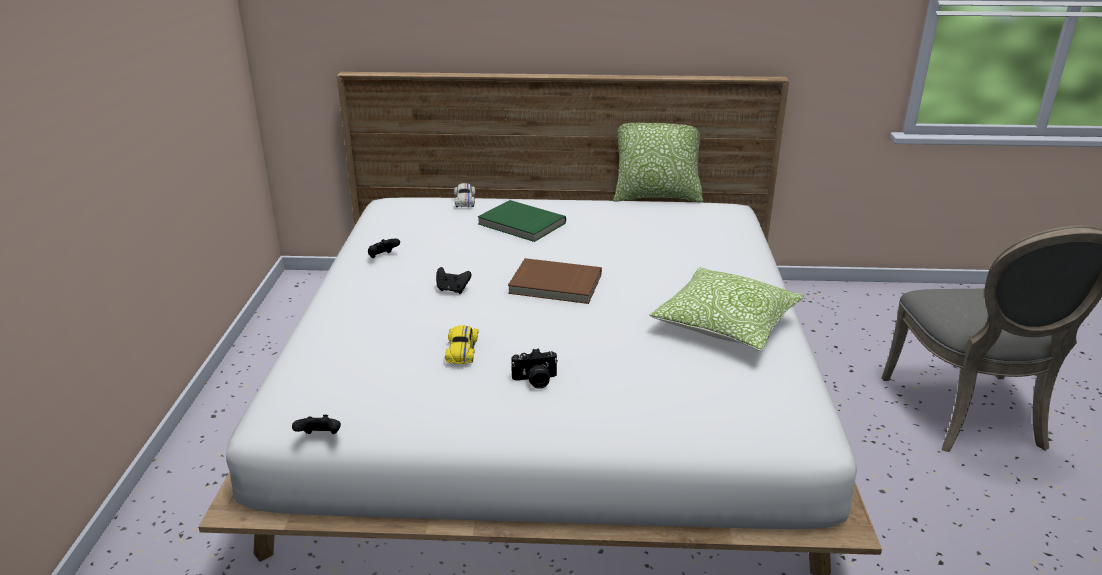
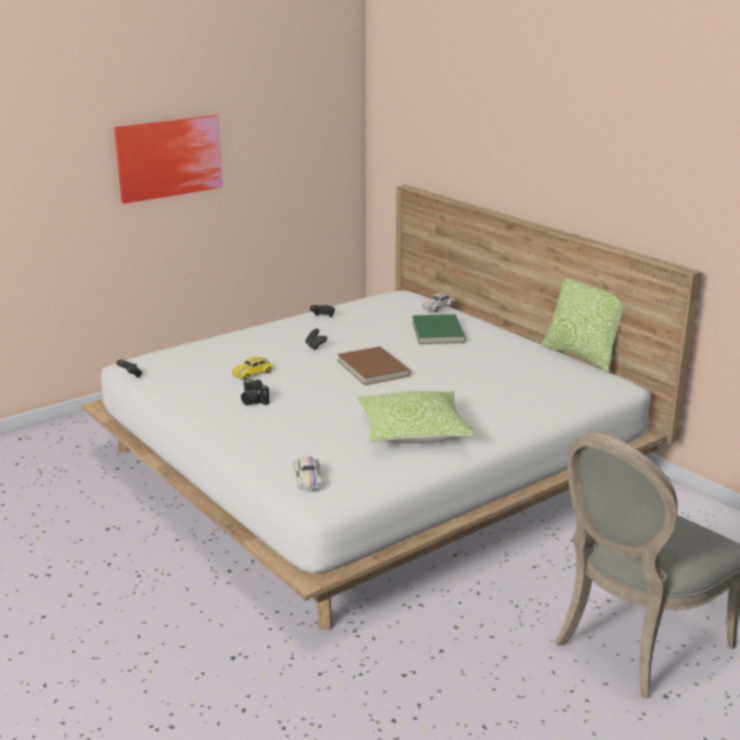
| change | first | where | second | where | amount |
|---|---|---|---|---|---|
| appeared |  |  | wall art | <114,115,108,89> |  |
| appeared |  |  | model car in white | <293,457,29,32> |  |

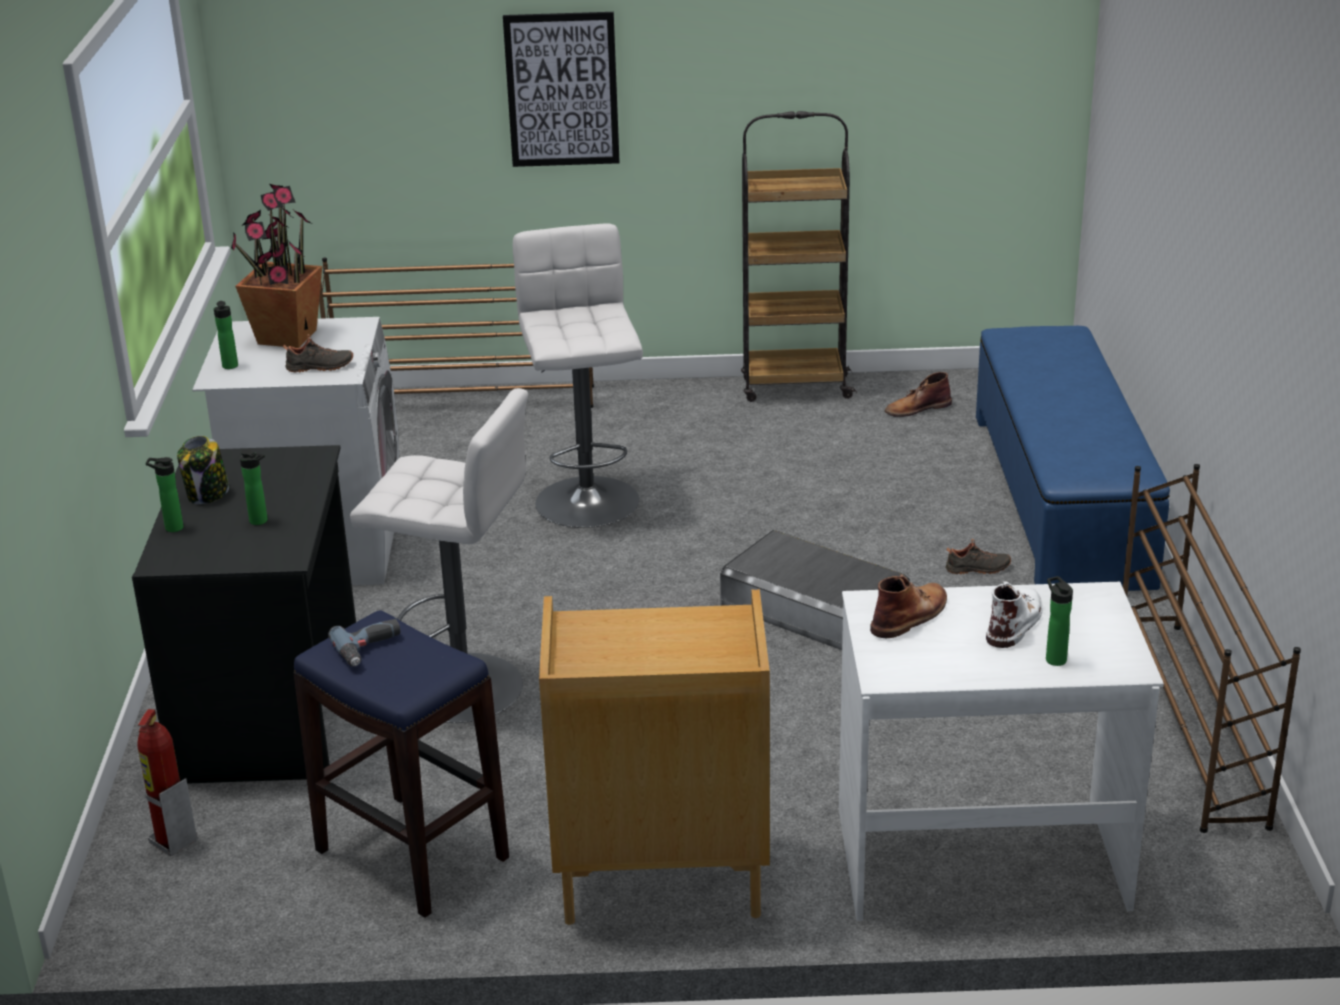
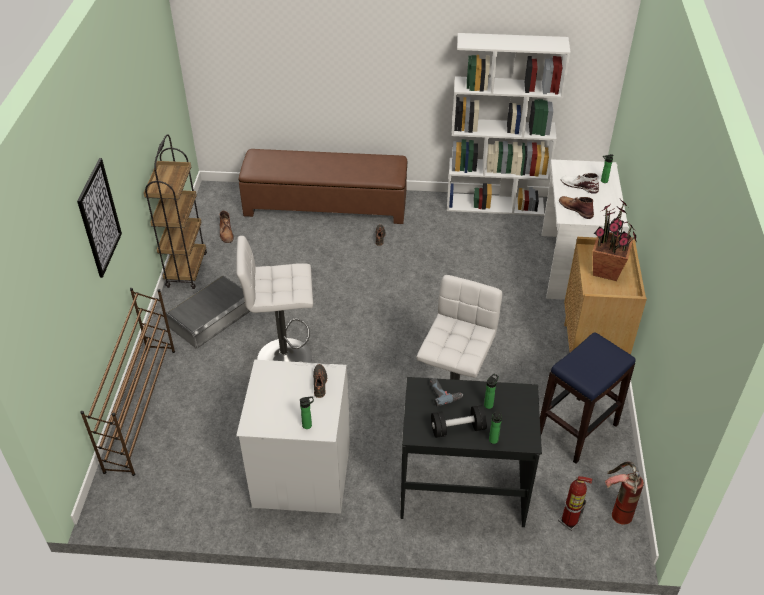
| change | first | where | second | where | amount |
|---|---|---|---|---|---|
| appeared |  |  | extinguisher | <605,461,39,64> |  |
| relocated | plant in a pot | <231,184,91,164> |  | <593,199,44,82> |  |
| relocated | drill | <328,619,73,48> |  | <430,378,33,28> |  |
| relocated | storage box in greyish | <720,530,190,120> |  | <166,276,84,72> |  |
| exchanged | preserve jar | <177,436,52,68> | free weight in black | <431,405,56,33> |  |
| exchanged | shoe stand in brownish | <1123,464,178,369> | bookcase in white | <447,33,124,183> |  |
| colour | bench in bluish | <976,326,194,265> | bench in brownish | <239,149,169,75> |  |

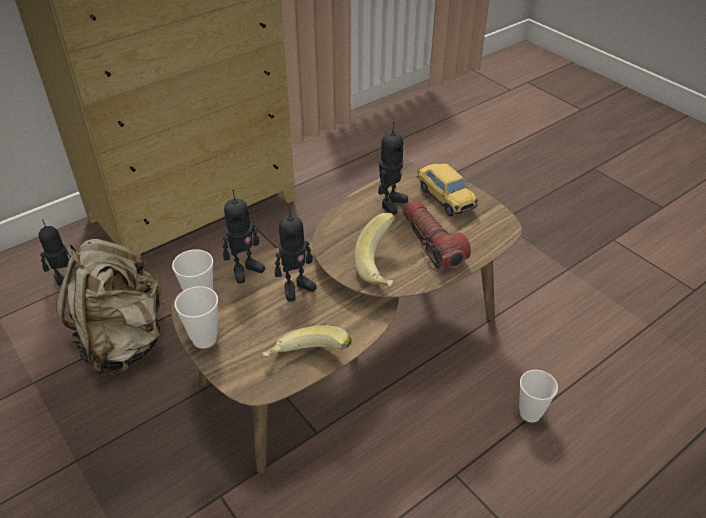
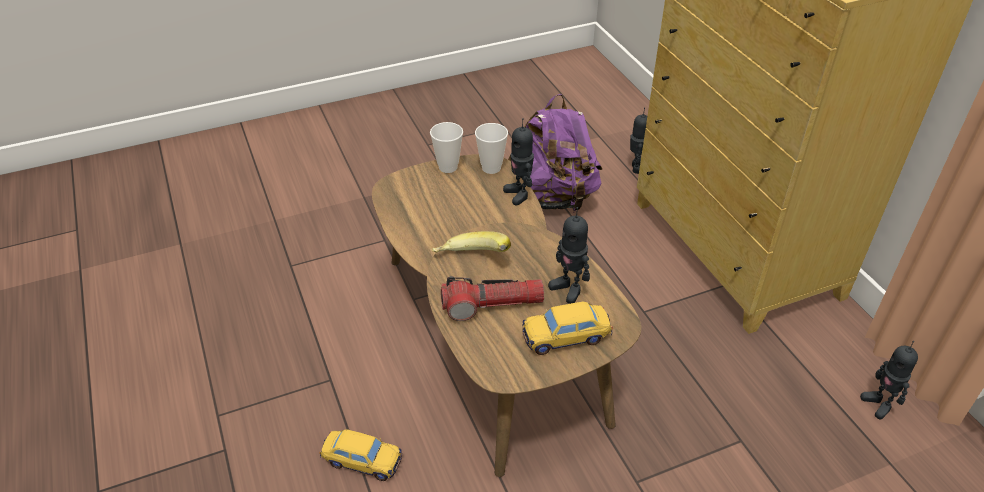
| change | first | where | second | where | amount |
|---|---|---|---|---|---|
| missing | whole banana | <262,325,90,33> |  |  |  |
| relocated | robot figure | <275,206,42,95> |  | <860,341,58,79> |  |
| exchanged | small cup | <519,370,39,53> | model car | <319,430,83,51> |  |
| colour | backpack in beige | <56,239,111,138> | backpack in purplish | <508,94,94,119> |  |

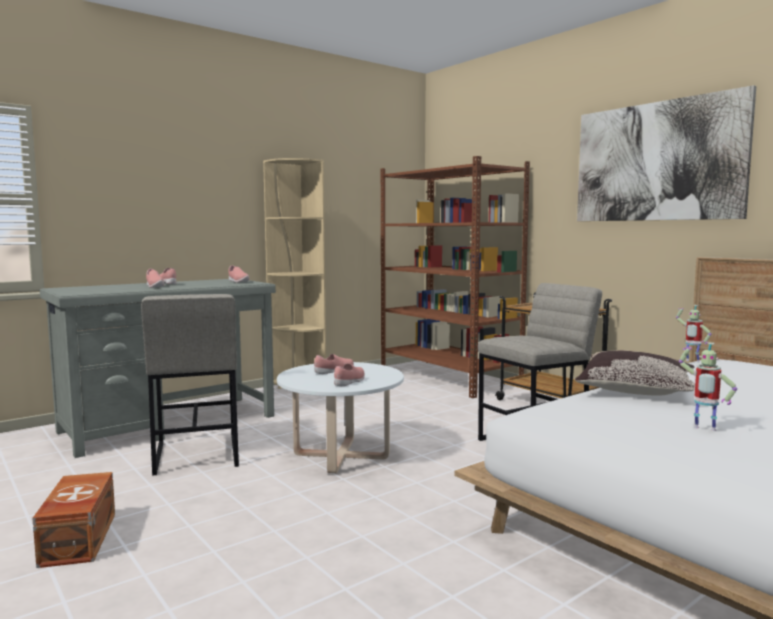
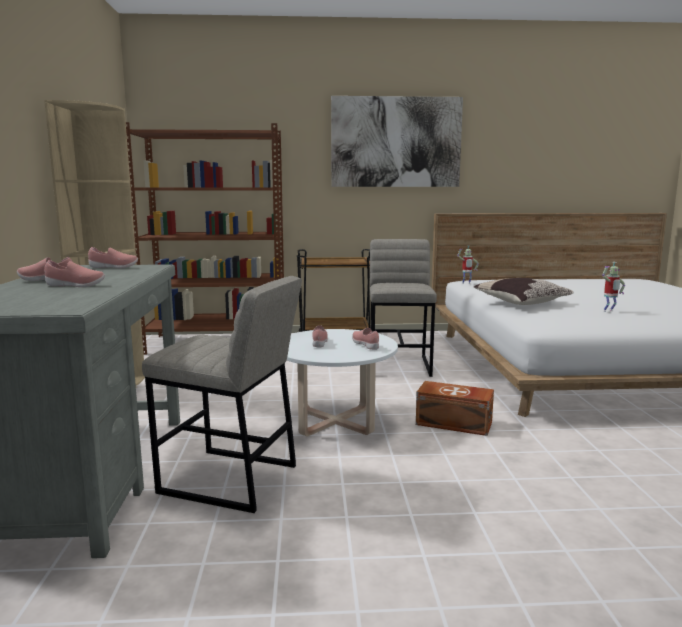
| change | first | where | second | where | amount |
|---|---|---|---|---|---|
| relocated | storage box in brownish | <32,472,83,96> |  | <416,381,78,55> |  |

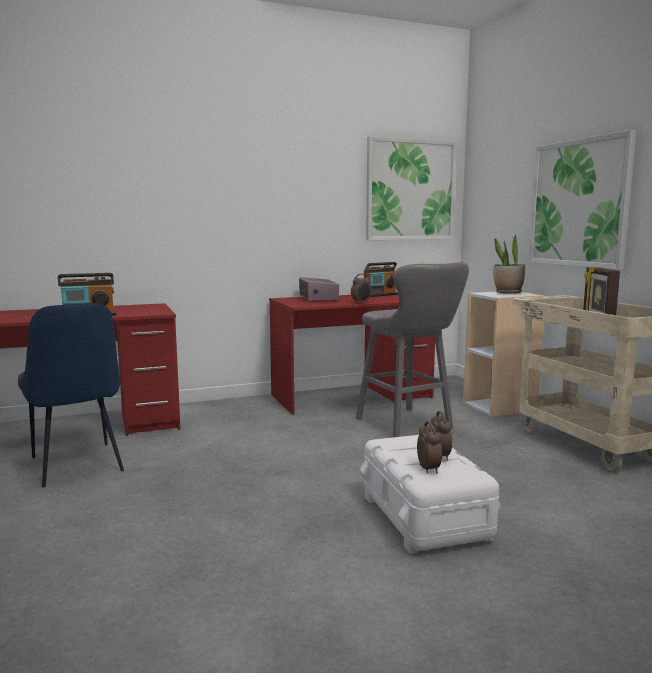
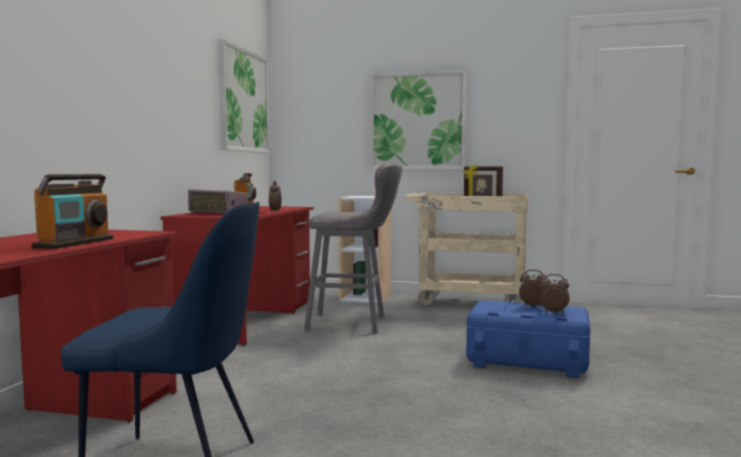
| change | first | where | second | where | amount |
|---|---|---|---|---|---|
| missing | plant in a pot | <493,235,32,58> |  |  |  |
| colour | storage box in white | <360,435,141,119> | storage box in bluish | <466,300,124,78> |  |

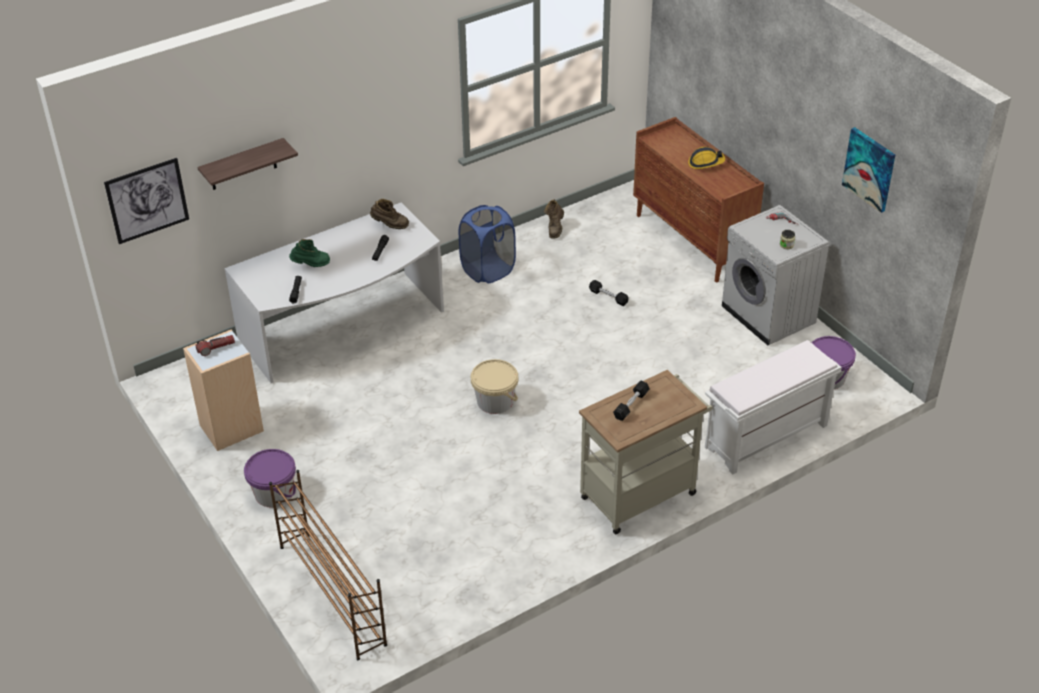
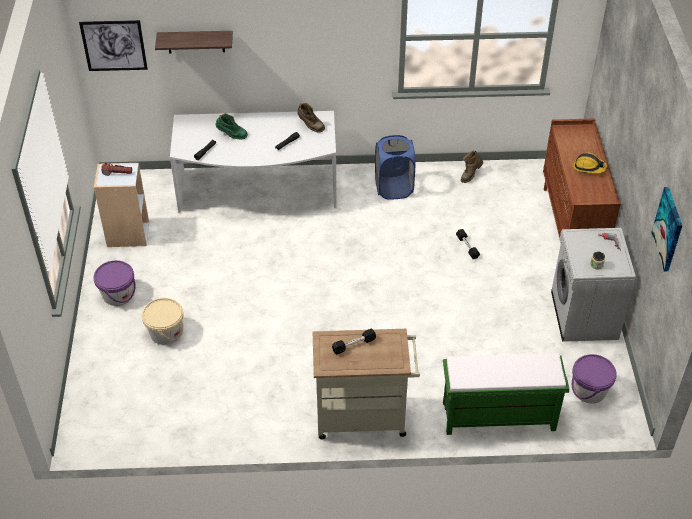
| change | first | where | second | where | amount |
|---|---|---|---|---|---|
| missing | shoe stand in brownish | <269,470,118,190> |  |  |  |
| relocated | water bucket in beige | <471,359,47,55> |  | <142,298,42,47> |  |
| colour | bench in white | <705,340,137,135> | bench in green | <443,353,126,82> |  |

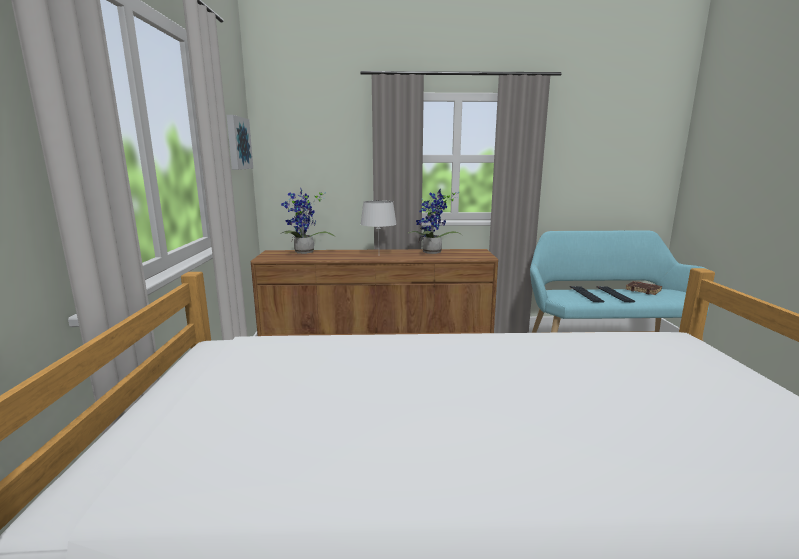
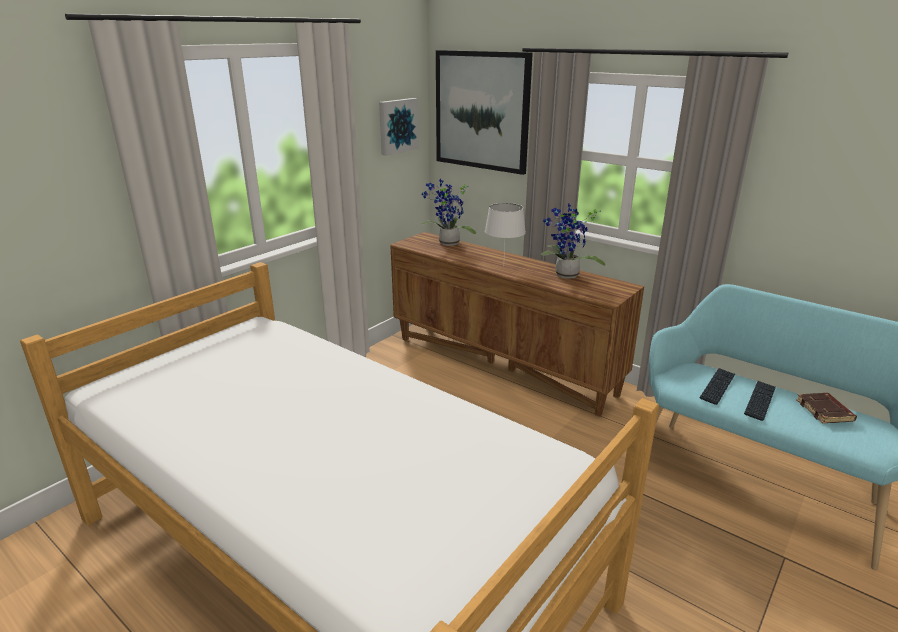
| change | first | where | second | where | amount |
|---|---|---|---|---|---|
| appeared |  |  | wall art | <436,50,97,125> |  |

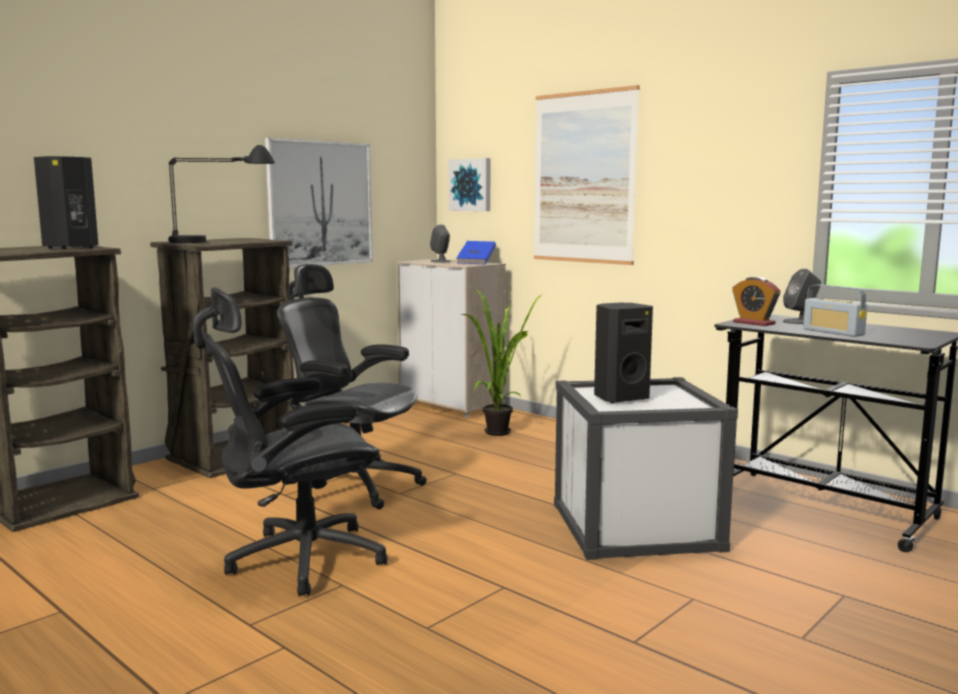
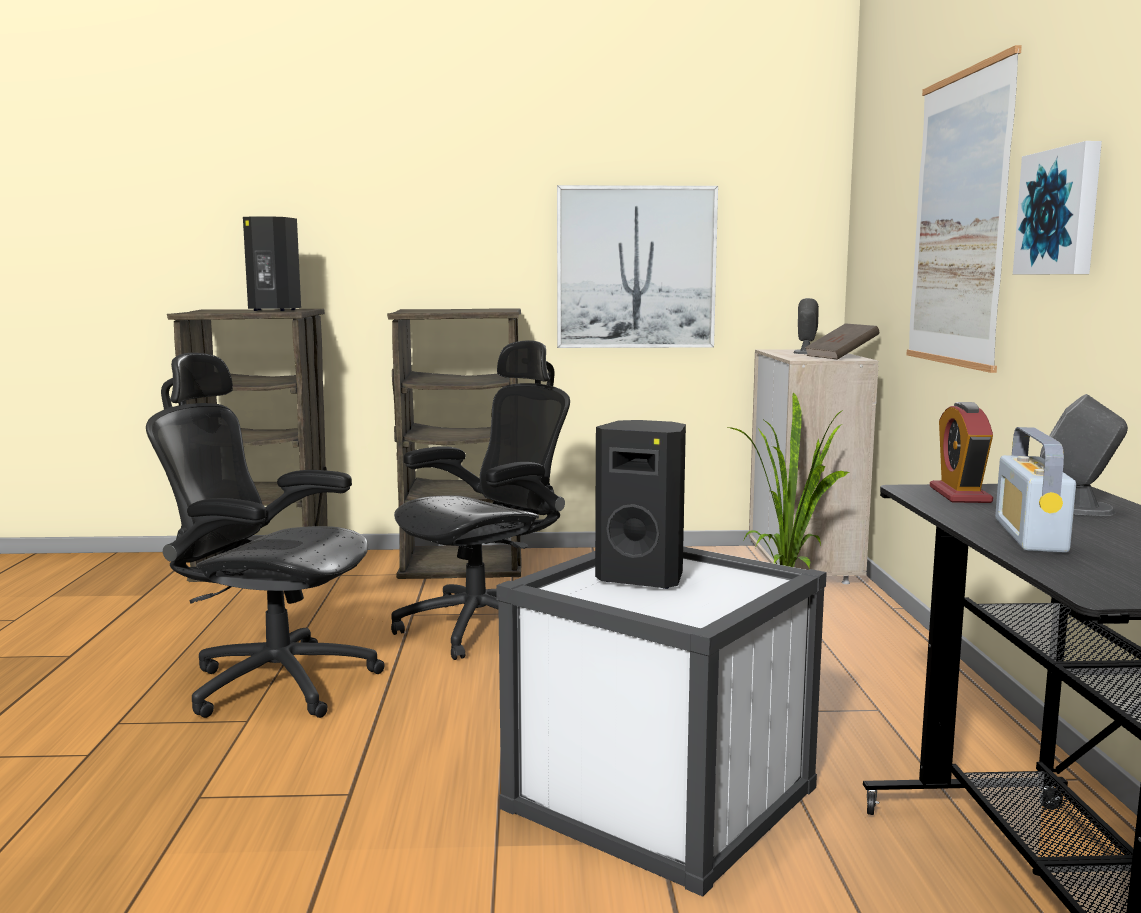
| change | first | where | second | where | amount |
|---|---|---|---|---|---|
| missing | tabletop lamp in black | <168,145,107,98> |  |  |  |
| relocated | wall art | <449,158,41,53> |  | <1013,141,89,133> |  |
| colour | bound book in bluish | <457,241,39,23> | bound book in brownish | <805,323,74,37> |  |
| spun | computer chair | <277,264,150,245> |  | <391,340,179,320> | 60 degrees clockwise |

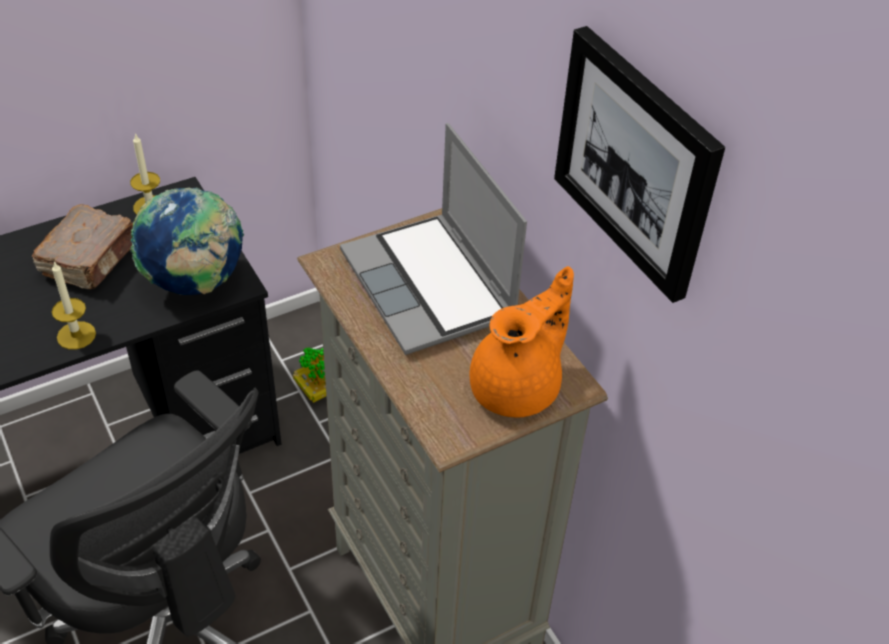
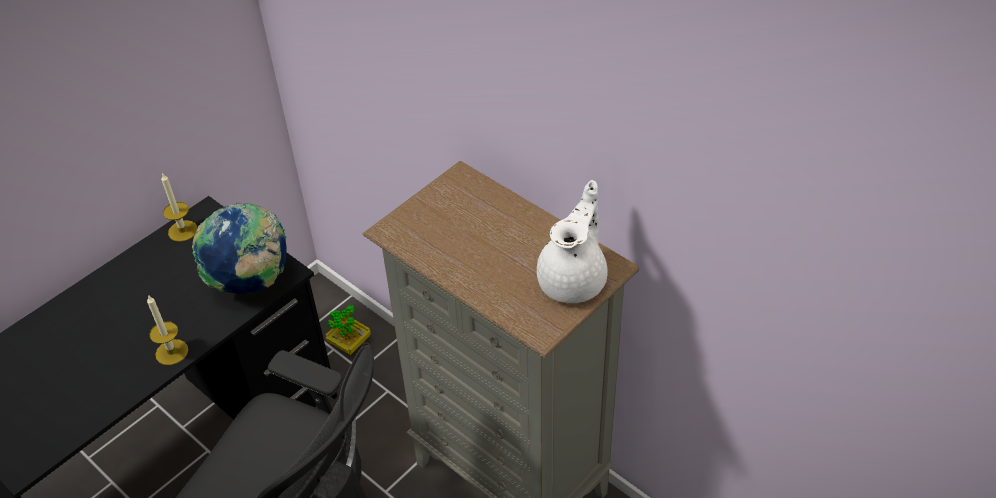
| change | first | where | second | where | amount |
|---|---|---|---|---|---|
| missing | bound book in brownish | <32,204,101,85> |  |  |  |
| missing | notebook computer | <340,123,187,232> |  |  |  |
| missing | wall art | <554,26,171,277> |  |  |  |
| colour | pot for tea in orangey | <470,266,104,152> | pot for tea in white | <537,180,71,123> |  |

